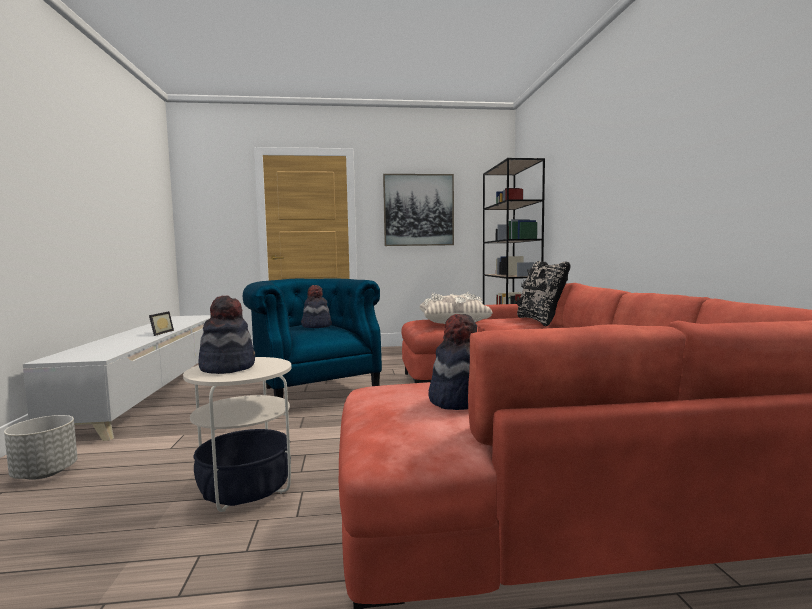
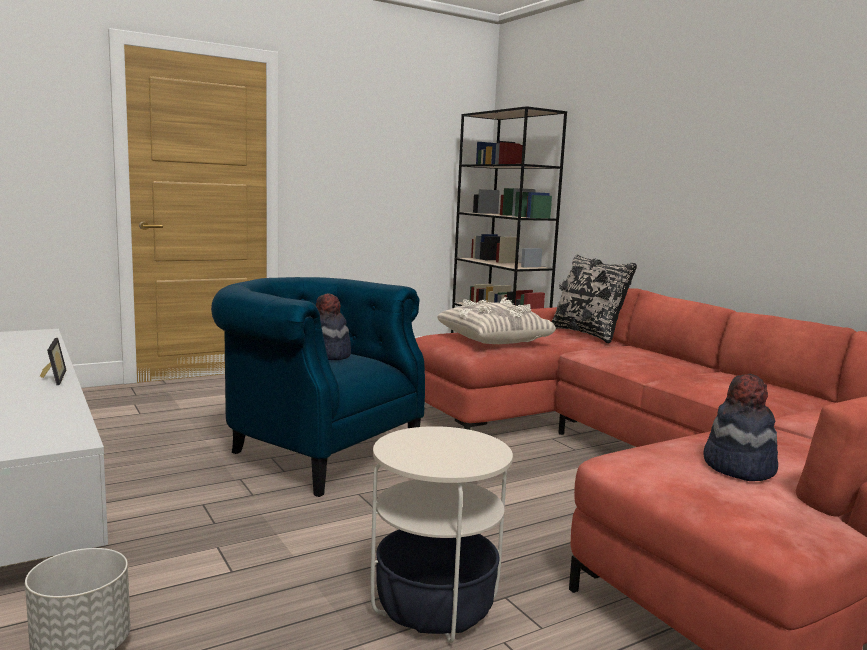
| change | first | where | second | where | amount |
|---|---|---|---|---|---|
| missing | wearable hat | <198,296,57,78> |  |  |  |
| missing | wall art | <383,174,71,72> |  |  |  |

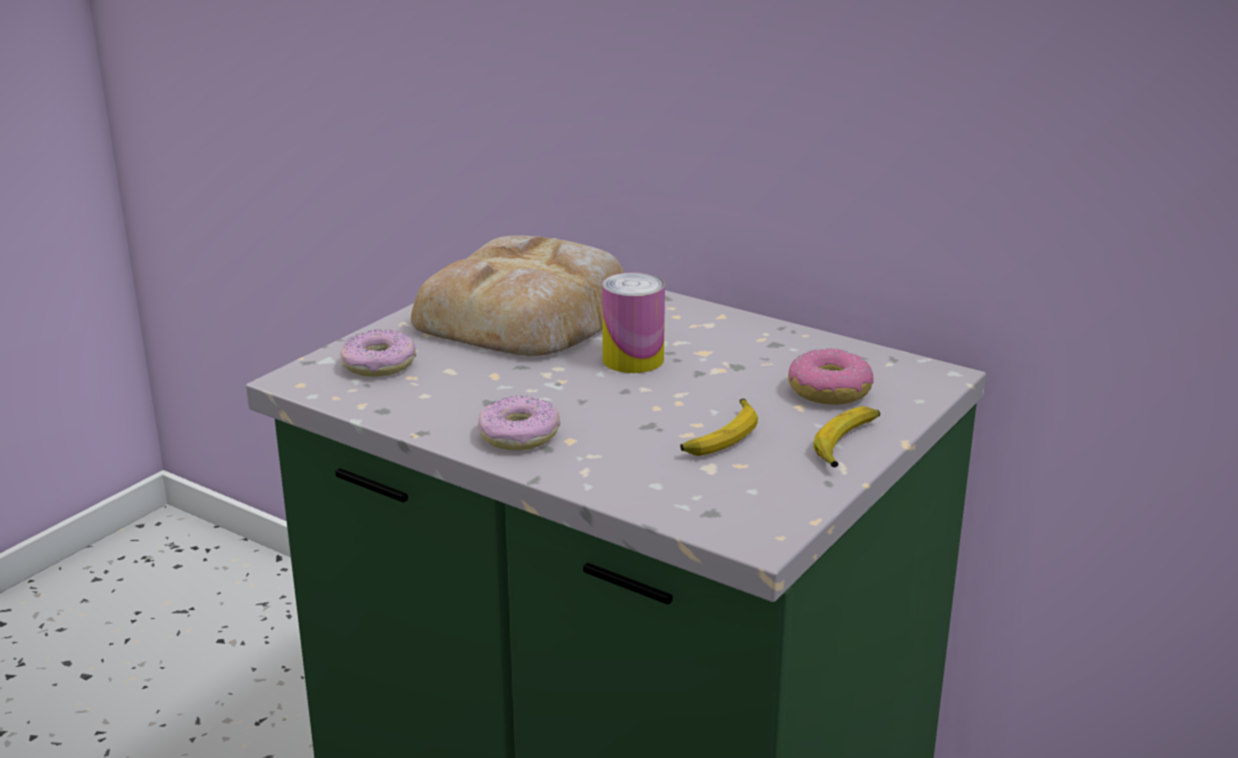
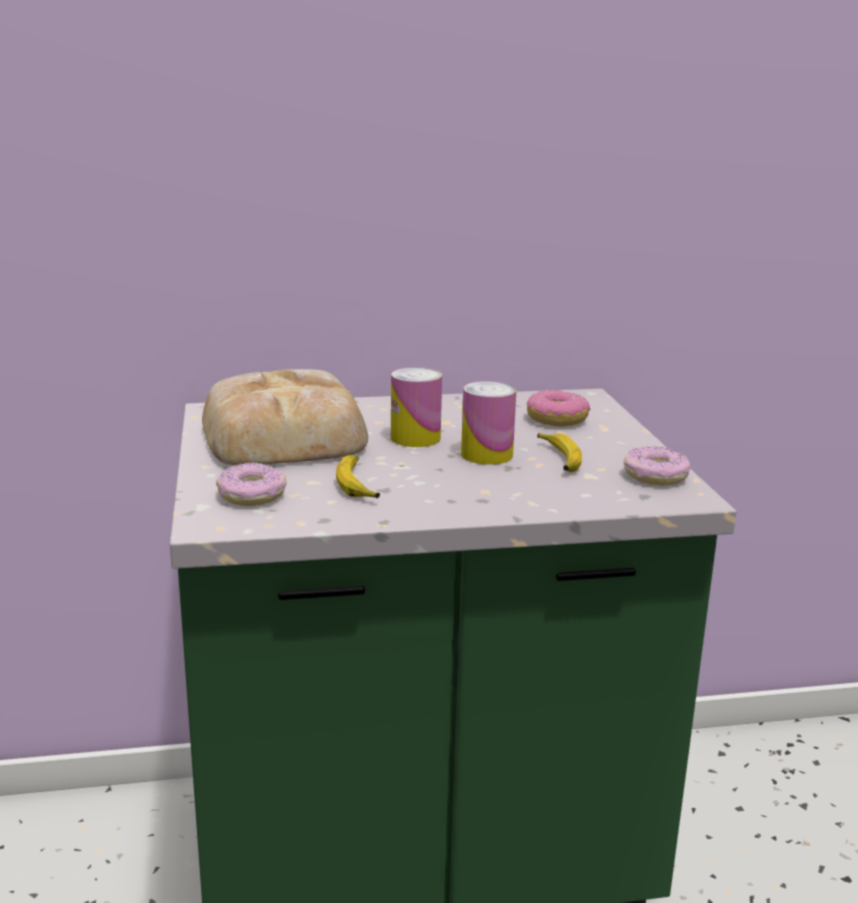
| change | first | where | second | where | amount |
|---|---|---|---|---|---|
| appeared |  |  | sealed can | <461,381,55,84> |  |
| relocated | ring doughnut | <477,395,83,56> |  | <624,446,66,40> |  |
| relocated | whole banana | <813,406,67,61> |  | <336,455,44,43> |  |

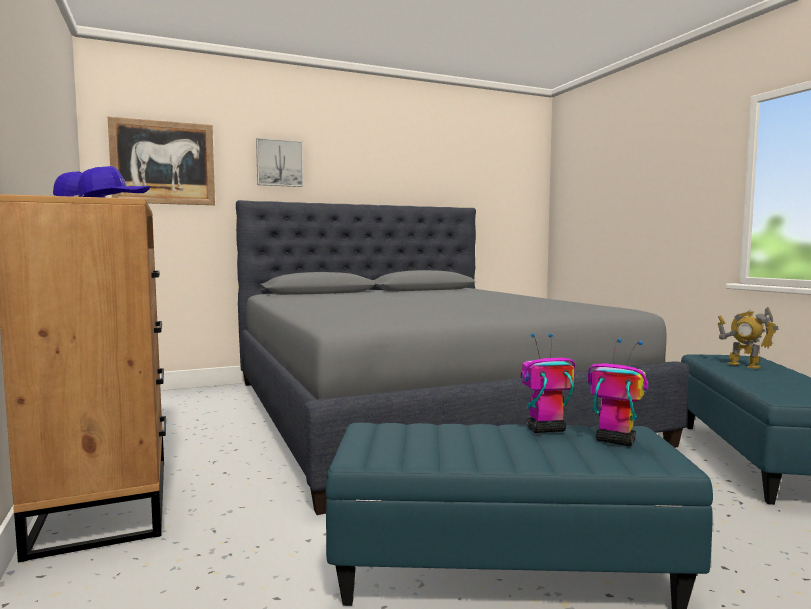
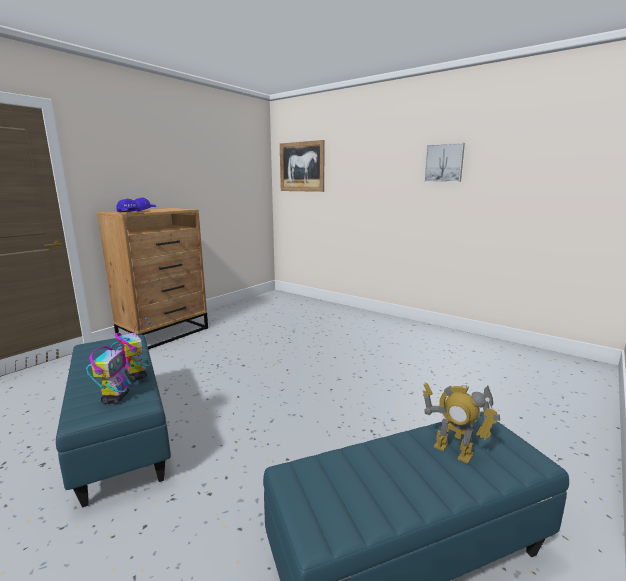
| change | first | where | second | where | amount |
|---|---|---|---|---|---|
| missing | bedroom bed in greyish | <236,200,453,315> |  |  |  |
| relocated | wall art | <256,138,47,49> |  | <424,143,41,39> |  |
| spun | robot figure | <718,307,61,62> |  | <423,383,77,81> | 75 degrees counterclockwise |

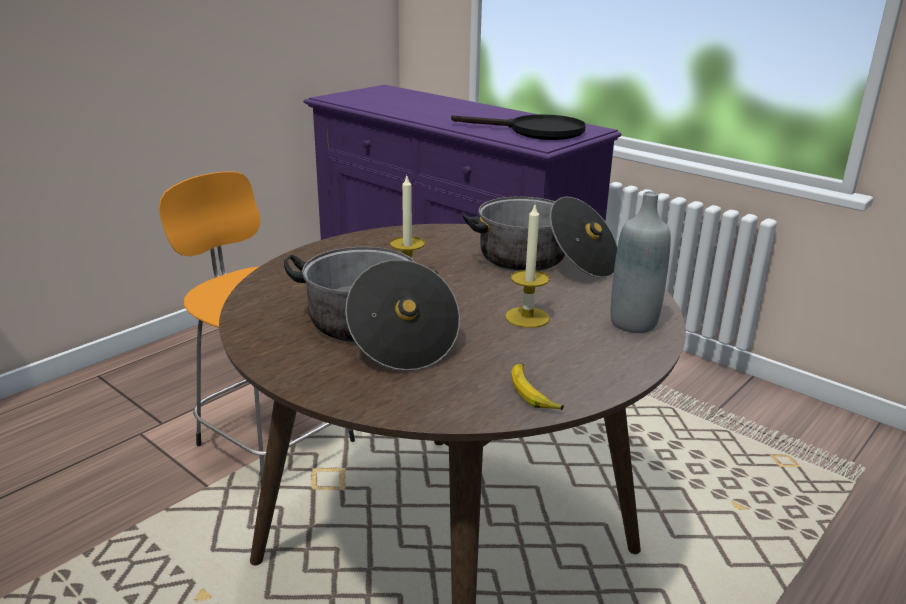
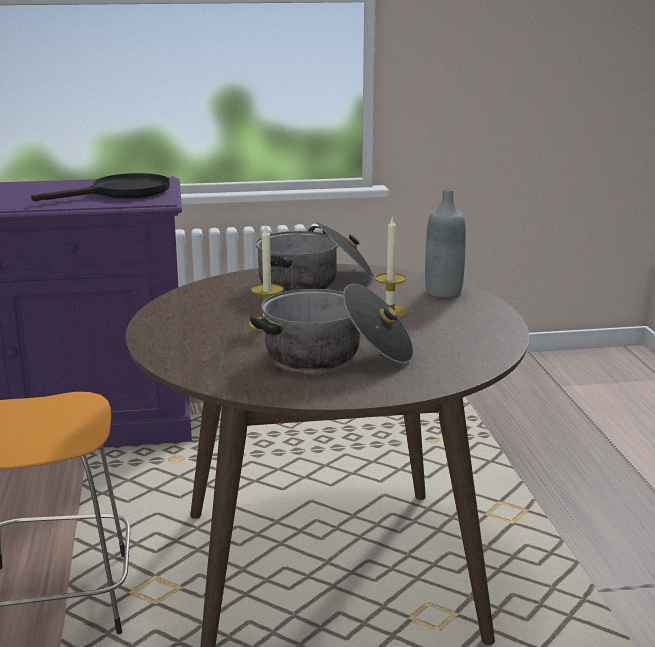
| change | first | where | second | where | amount |
|---|---|---|---|---|---|
| missing | whole banana | <511,363,53,47> |  |  |  |

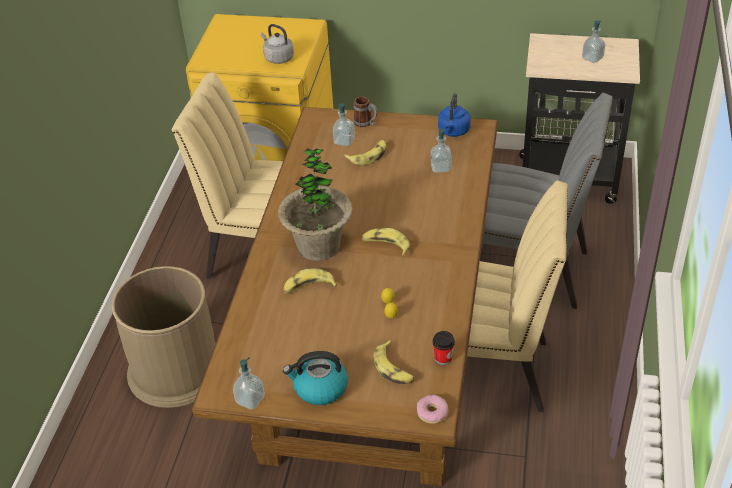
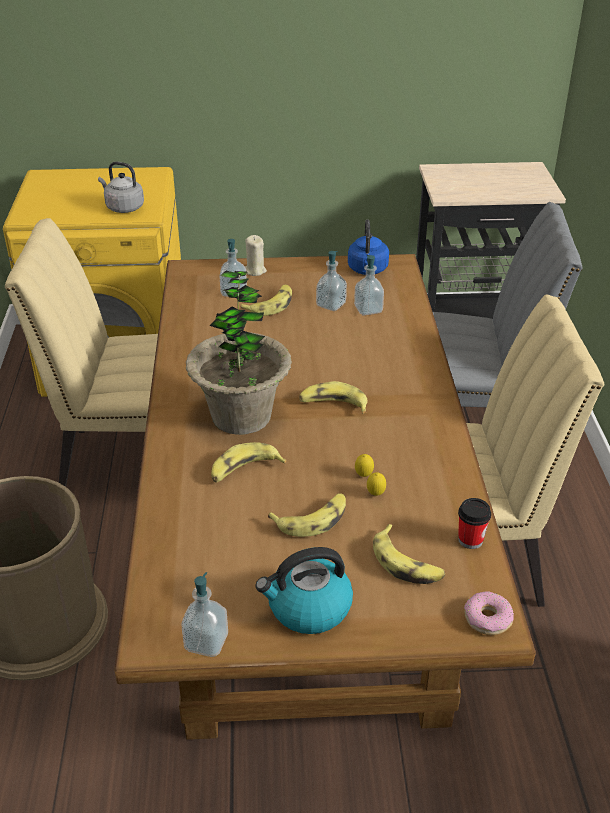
| change | first | where | second | where | amount |
|---|---|---|---|---|---|
| appeared |  |  | whole banana | <268,493,78,44> |  |
| relocated | soap dispenser | <582,20,23,43> |  | <316,251,31,60> |  |
| exchanged | mug | <353,96,25,31> | wax light in beige | <245,235,22,41> |  |

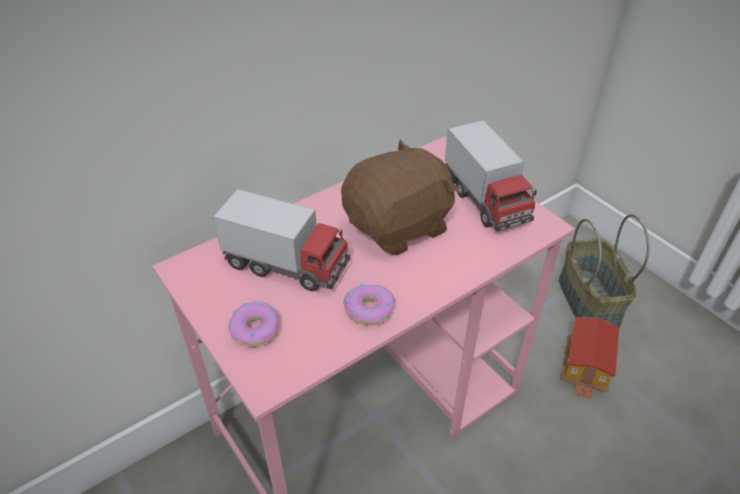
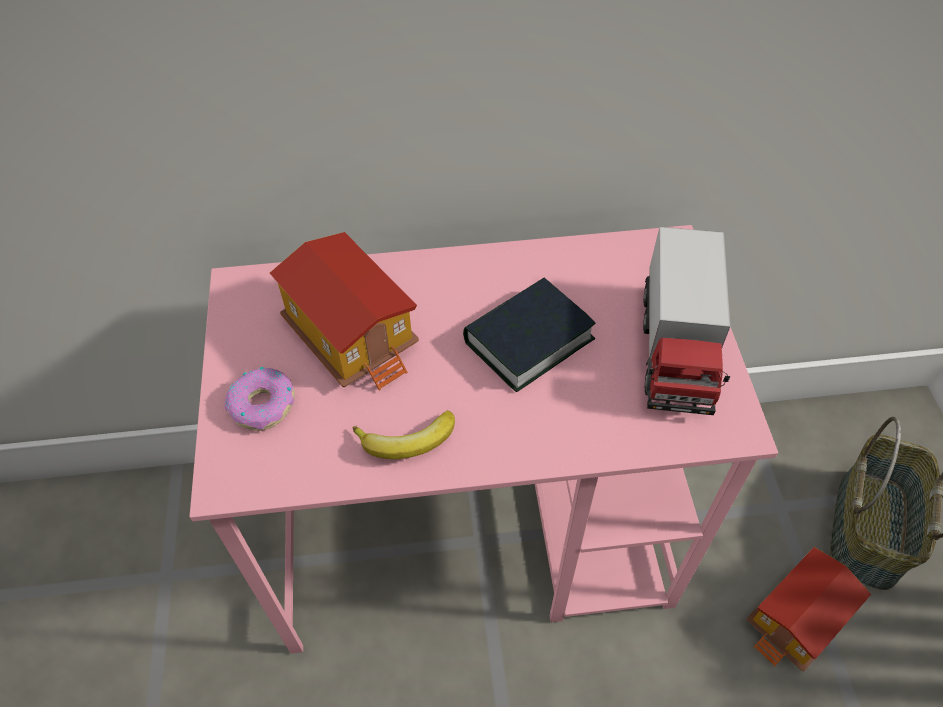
| change | first | where | second | where | amount |
|---|---|---|---|---|---|
| exchanged | toy truck | <213,189,137,102> | miniature house | <270,232,149,159> |  |
| exchanged | plush toy in brownish | <341,139,116,117> | bound book | <463,277,133,115> |  |
| exchanged | ring doughnut | <343,284,52,41> | whole banana | <352,411,103,48> |  |

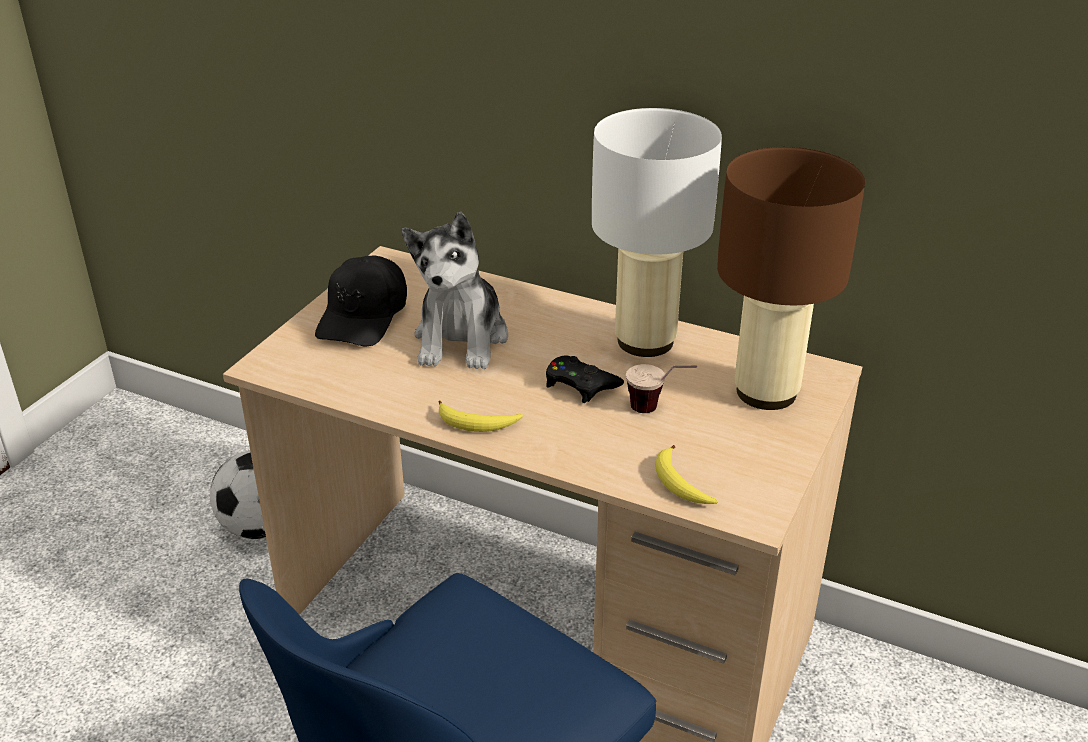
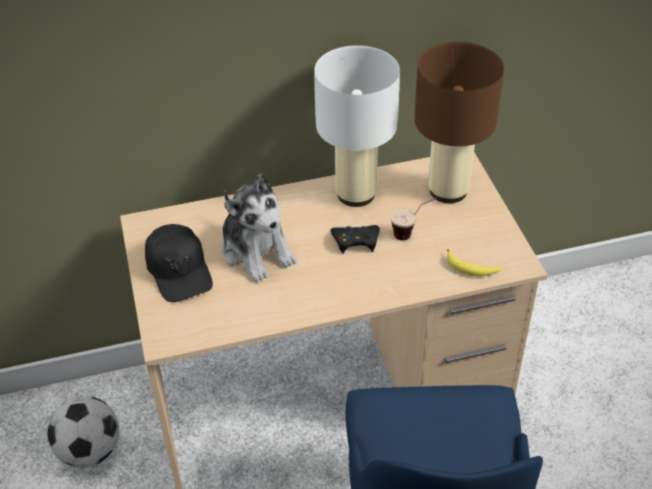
| change | first | where | second | where | amount |
|---|---|---|---|---|---|
| missing | whole banana | <439,400,84,32> |  |  |  |

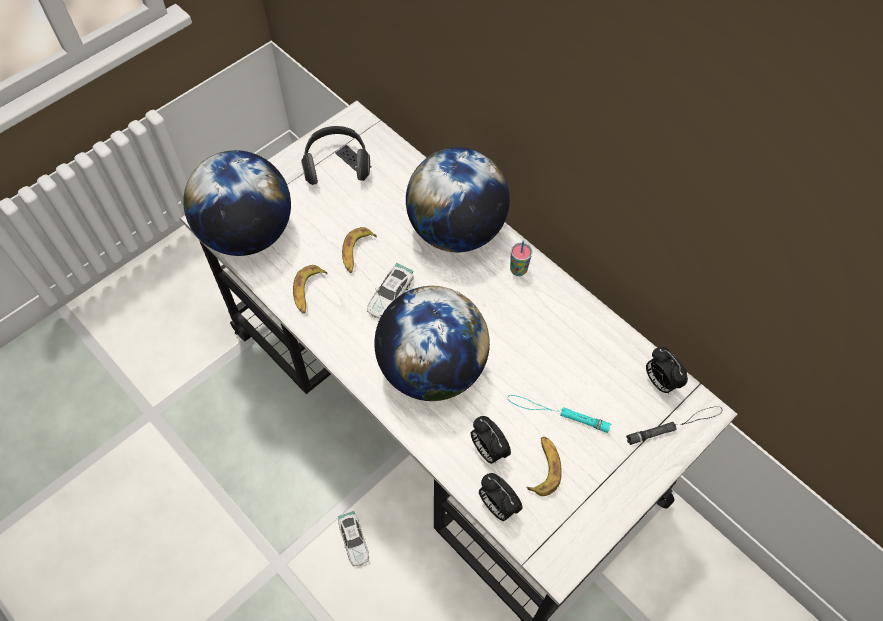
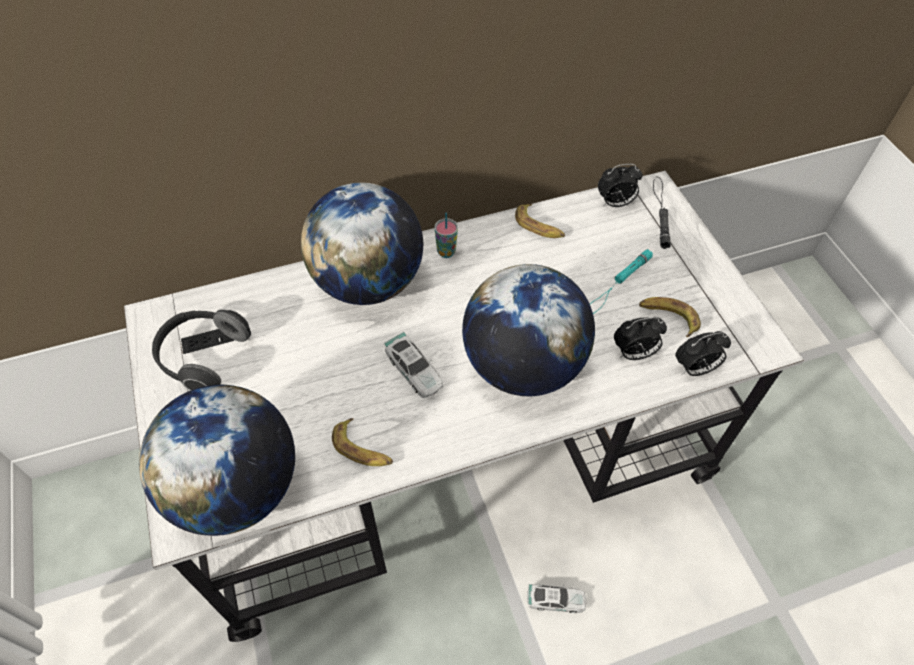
| change | first | where | second | where | amount |
|---|---|---|---|---|---|
| relocated | whole banana | <342,227,35,46> |  | <515,204,50,34> |  |

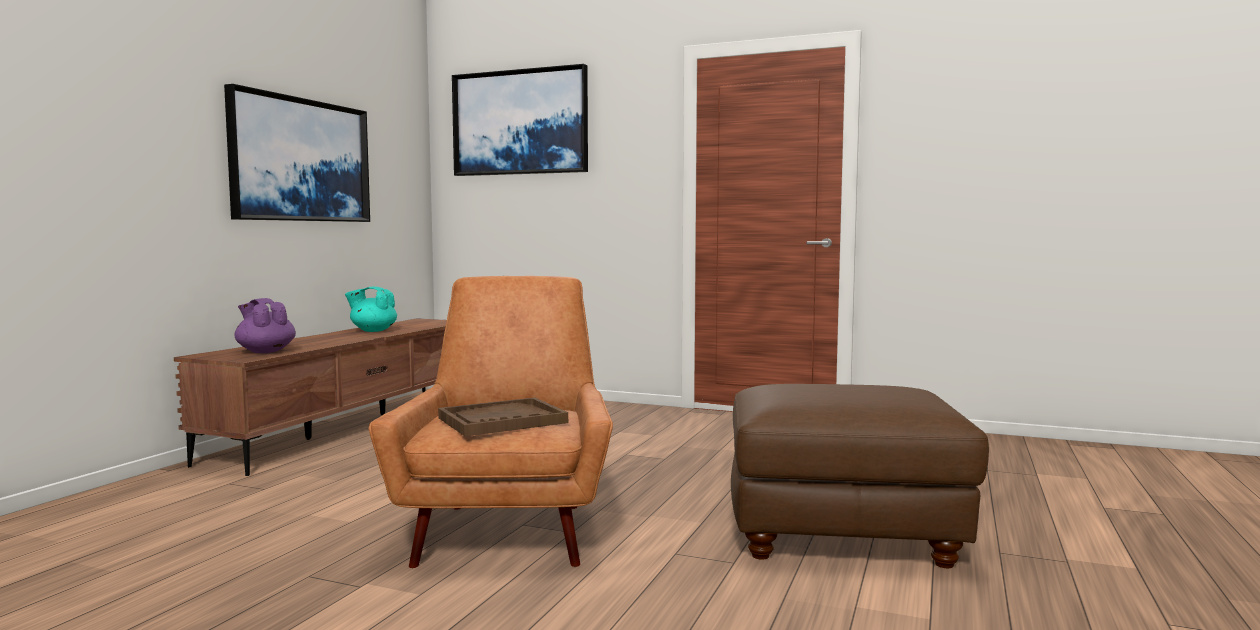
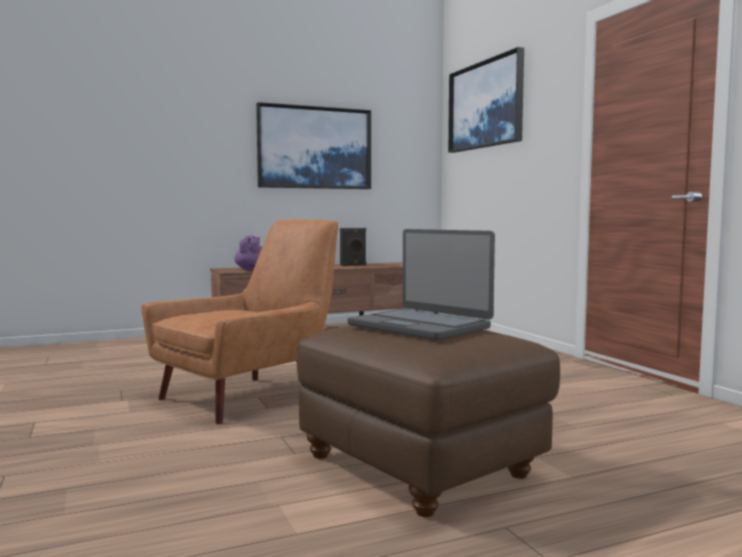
| change | first | where | second | where | amount |
|---|---|---|---|---|---|
| missing | serving tray in brownish | <438,397,130,39> |  |  |  |
| appeared |  |  | notebook computer | <347,229,148,111> |  |
| exchanged | pot for tea in blue-green | <345,287,52,45> | speaker in black | <340,228,26,38> |  |

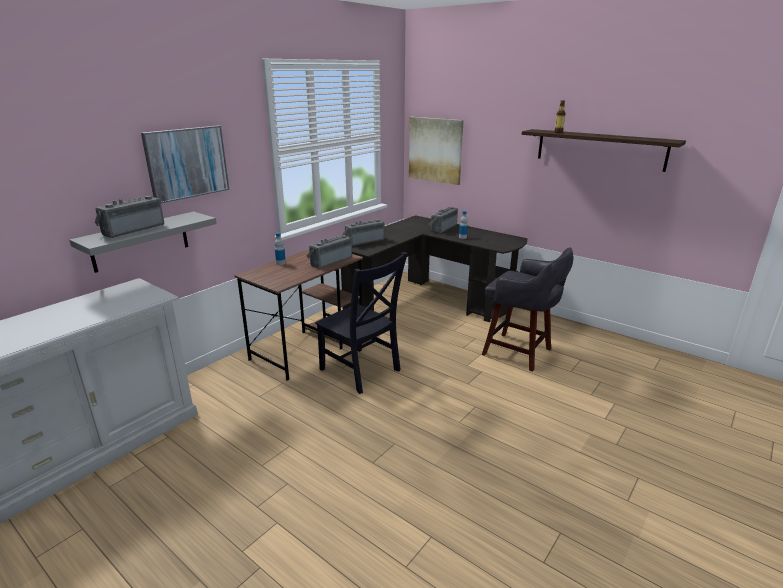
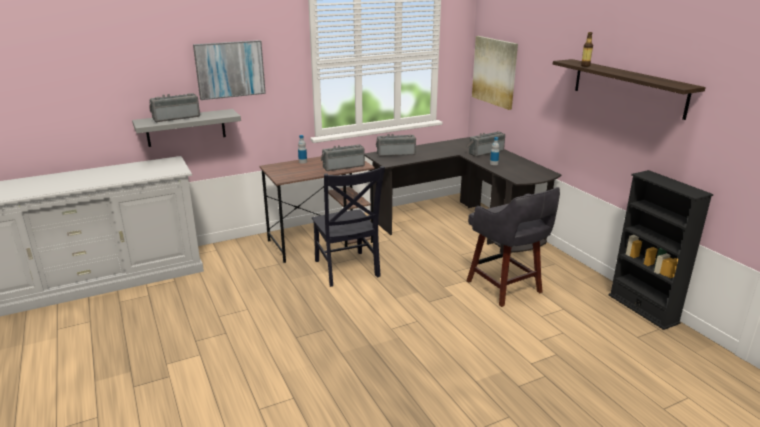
| change | first | where | second | where | amount |
|---|---|---|---|---|---|
| appeared |  |  | bookcase in black | <609,170,105,160> |  |

